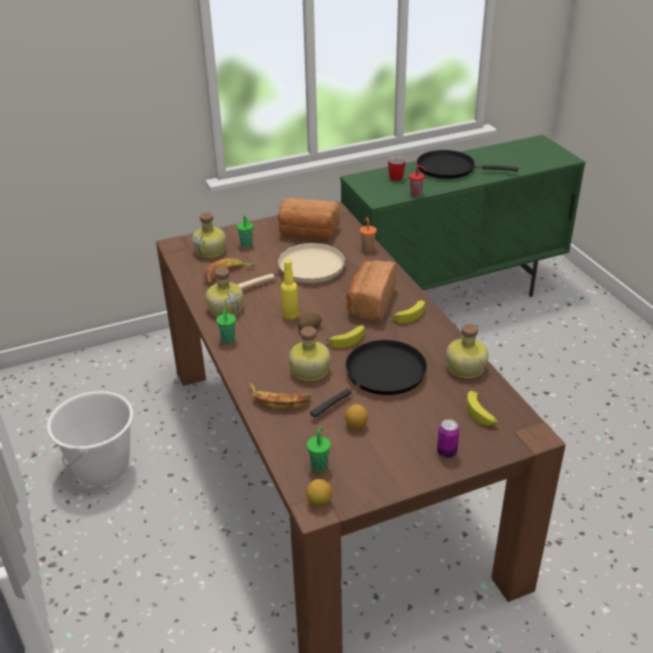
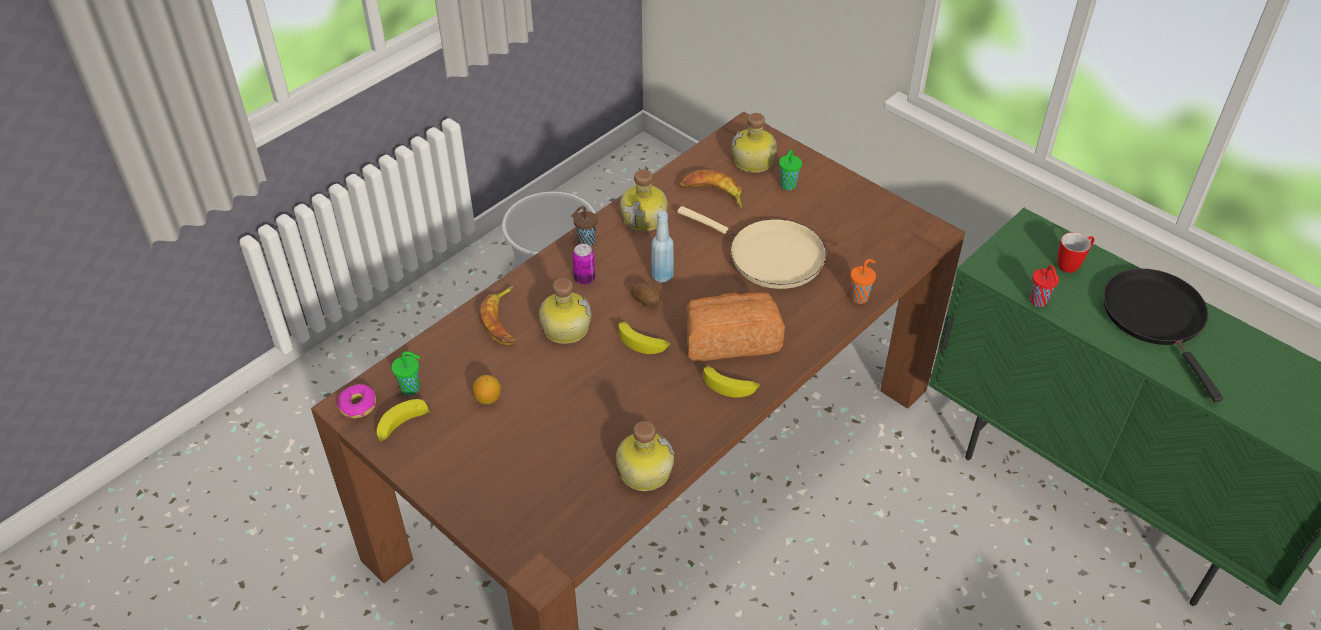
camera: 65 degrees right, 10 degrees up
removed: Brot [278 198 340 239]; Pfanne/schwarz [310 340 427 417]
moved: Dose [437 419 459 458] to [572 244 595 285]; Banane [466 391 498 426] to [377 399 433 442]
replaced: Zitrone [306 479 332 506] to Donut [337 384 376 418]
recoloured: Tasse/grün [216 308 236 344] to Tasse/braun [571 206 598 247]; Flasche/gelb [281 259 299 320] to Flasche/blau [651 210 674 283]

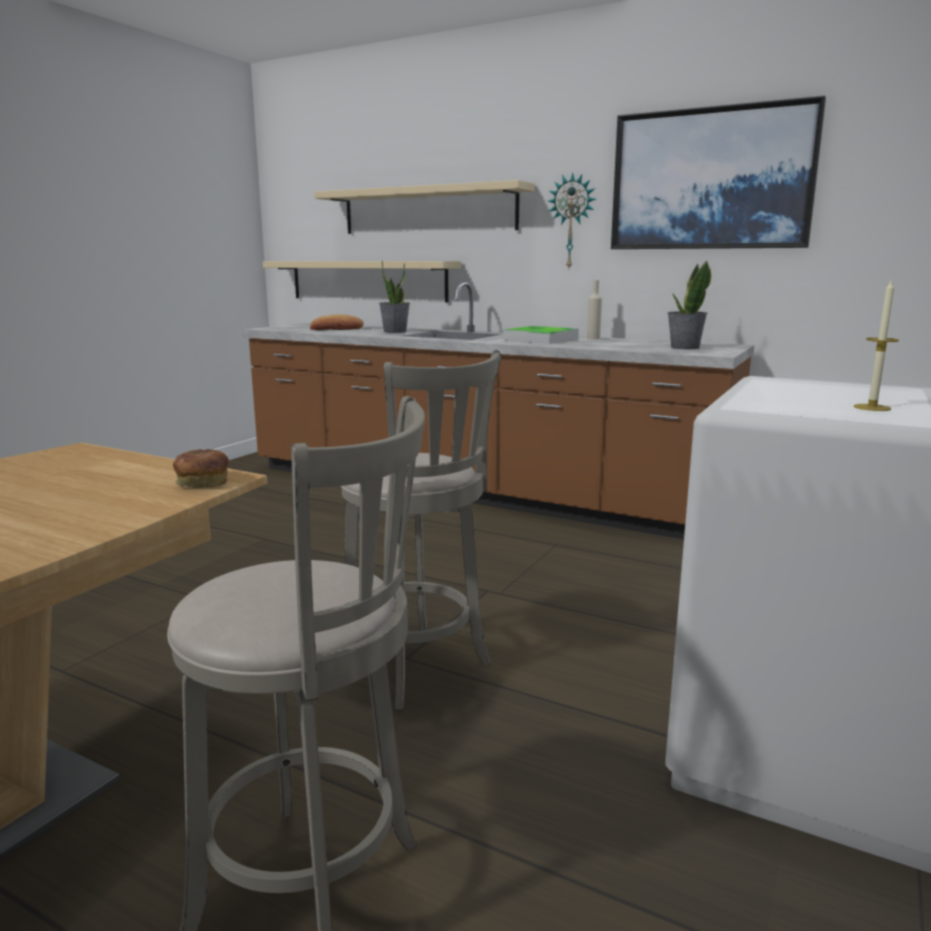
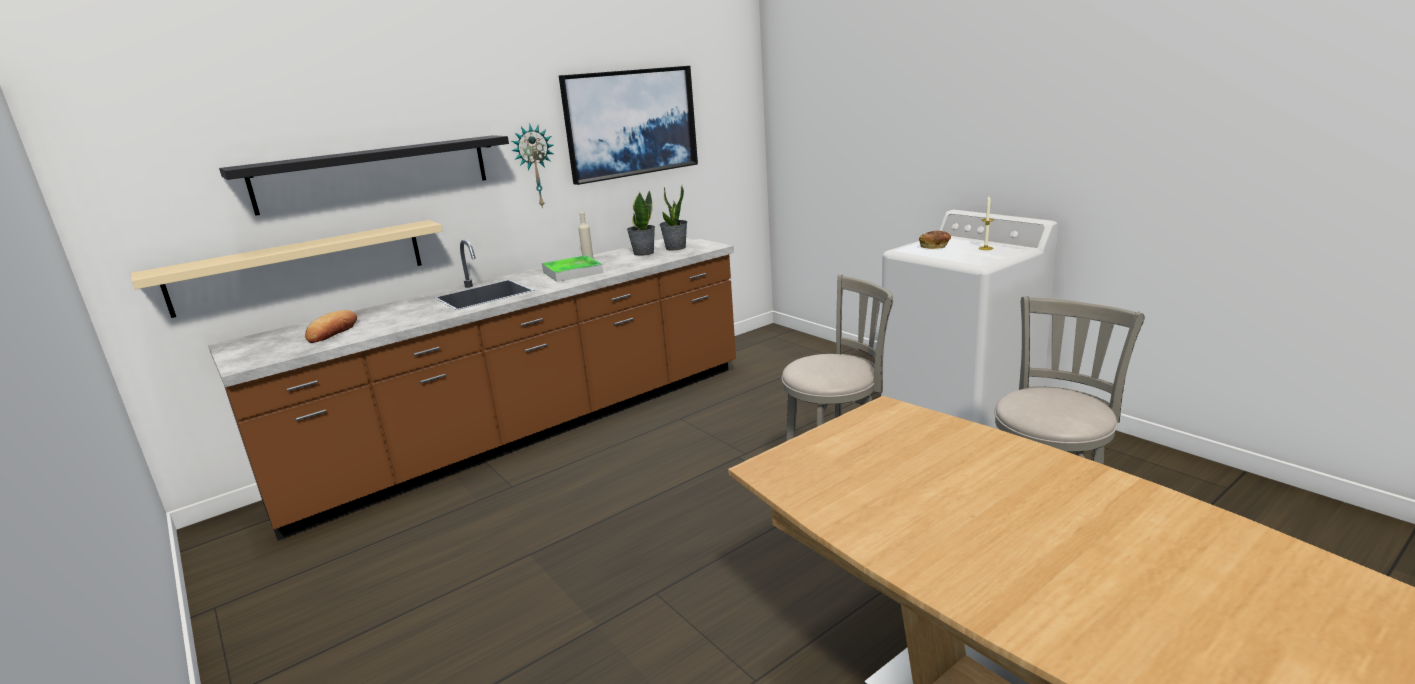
camera: 65 degrees left, 5 degrees up
moved: Brot [173 449 229 488] to [919 231 951 249]; Topfpflanze [379 261 410 333] to [627 191 655 256]
recoloured: Wandregal/beige [314 180 535 234] to Wandregal/schwarz [219 135 509 216]

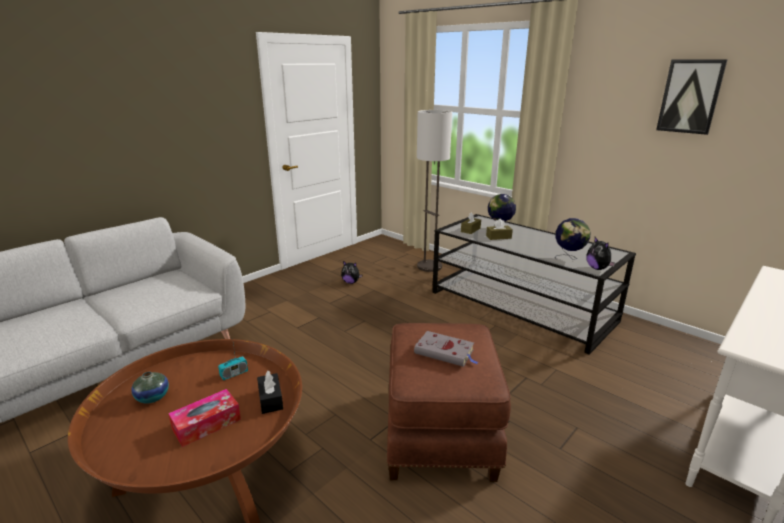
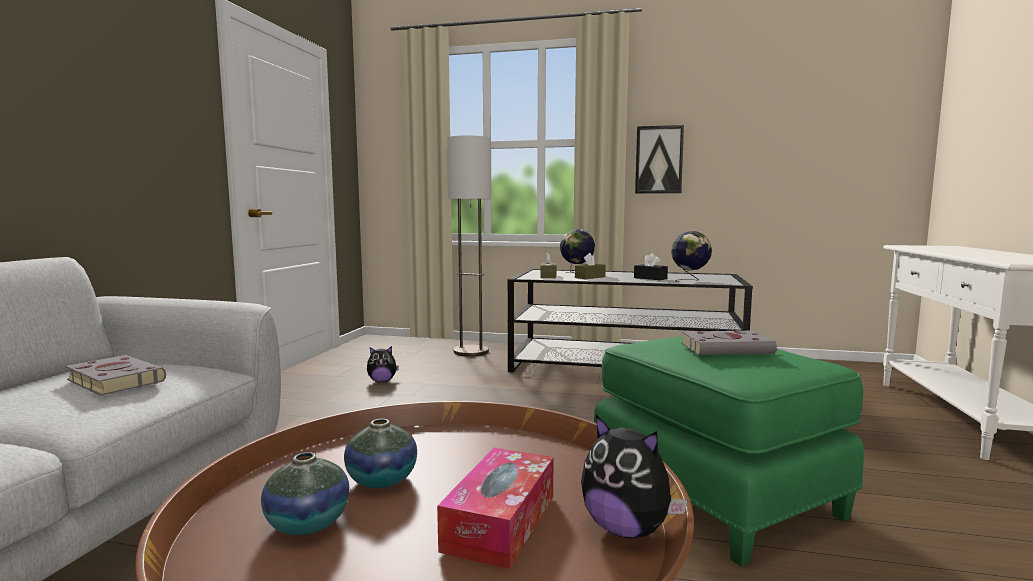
camera: 30 degrees left, 15 degrees down
removed: Radio [218 339 248 380]
added: Buch/grau [65 355 166 396]; Vase [344 419 417 488]
moved: Taschentuchbox/schwarz [257 371 283 414] to [634 253 668 280]; Plüschtier [586 237 615 270] to [581 415 687 538]; Bild [656 60 727 135] to [635 125 684 194]
recoloured: Polsterhocker/braun [386 323 511 482] to Polsterhocker/grün [594 336 864 567]

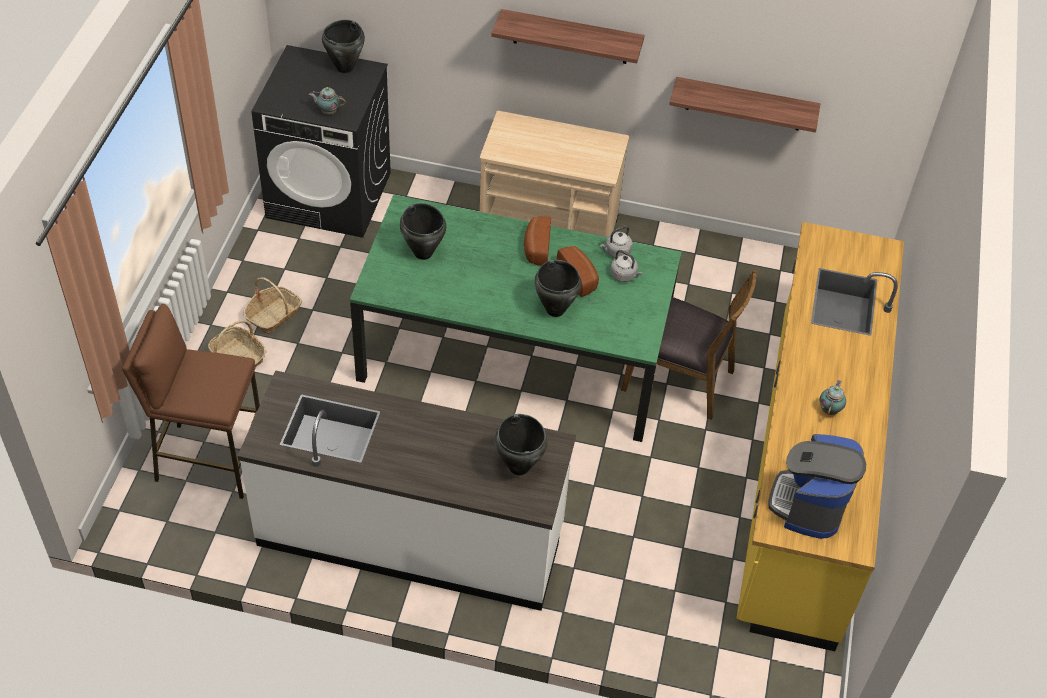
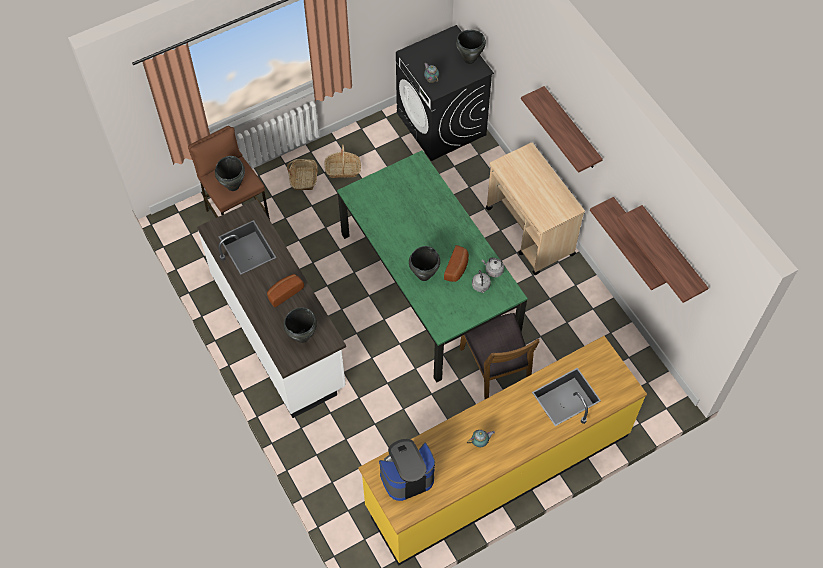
camera: 50 degrees right, 10 degrees up
added: Wandregal [618 205 708 303]
moved: Kochtopf/schwarz [400 203 446 260] to [215 156 245 191]; Brot [524 216 551 266] to [267 274 304 307]

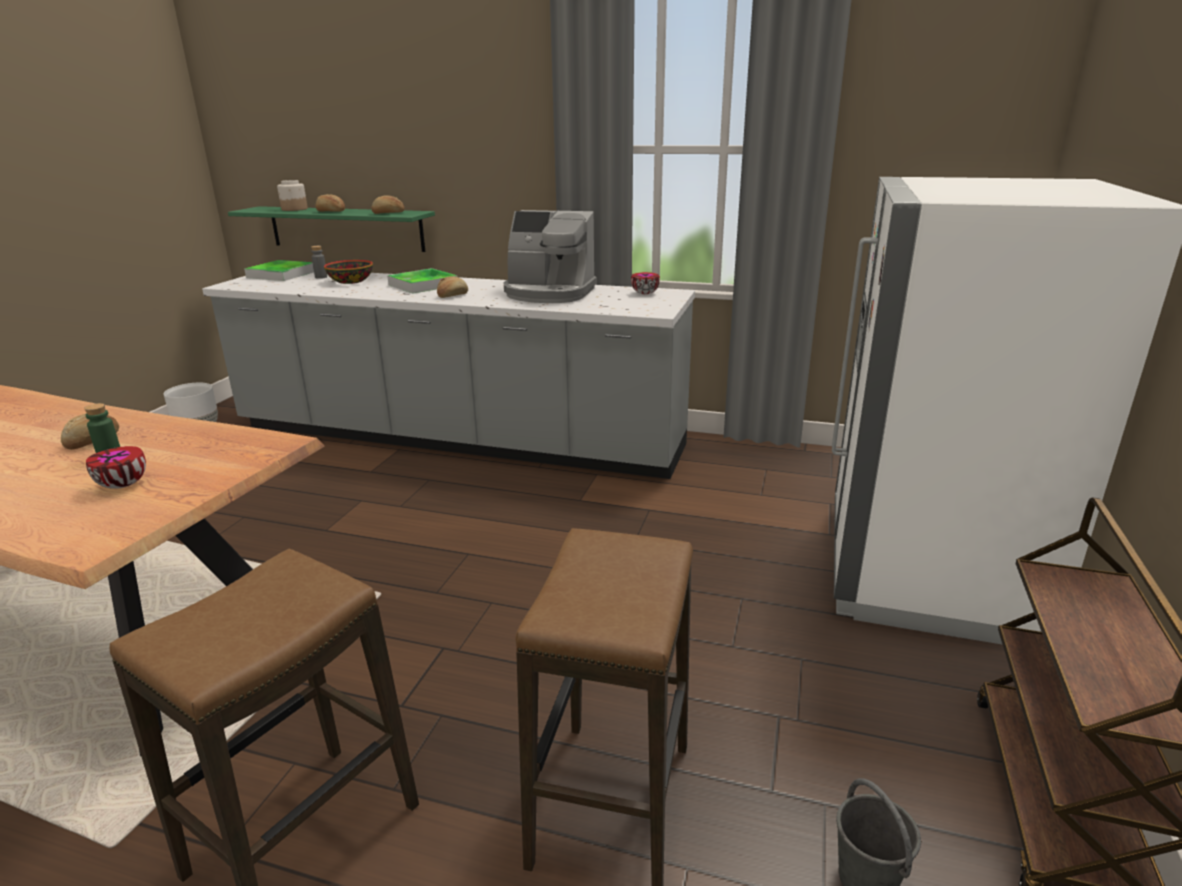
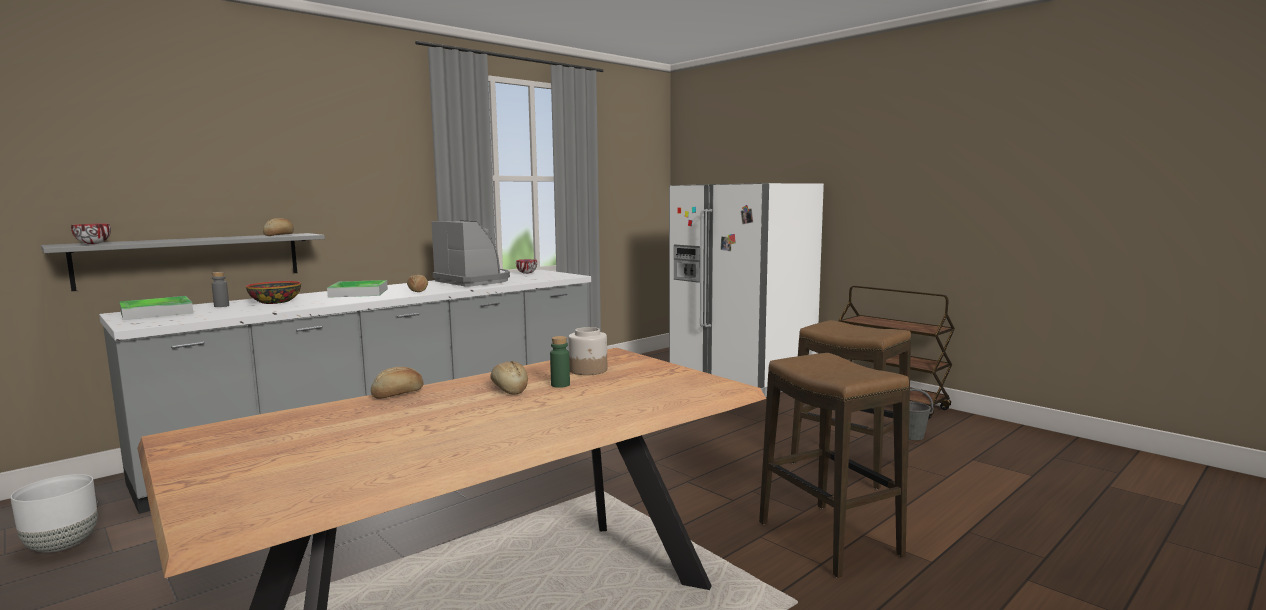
camera: 60 degrees left, 15 degrees down
moved: Schüssel [86 446 146 489] to [71 223 111 244]; Vorratsglas [277 180 308 211] to [568 327 607 375]; Brot [316 194 345 212] to [371 367 424 399]
recoloured: Wandregal/grün [228 206 435 252] to Wandregal/grau [41 233 325 291]
turned: Kaffeemaschine [504 210 597 303] = [431 220 510 286] 90 degrees counterclockwise

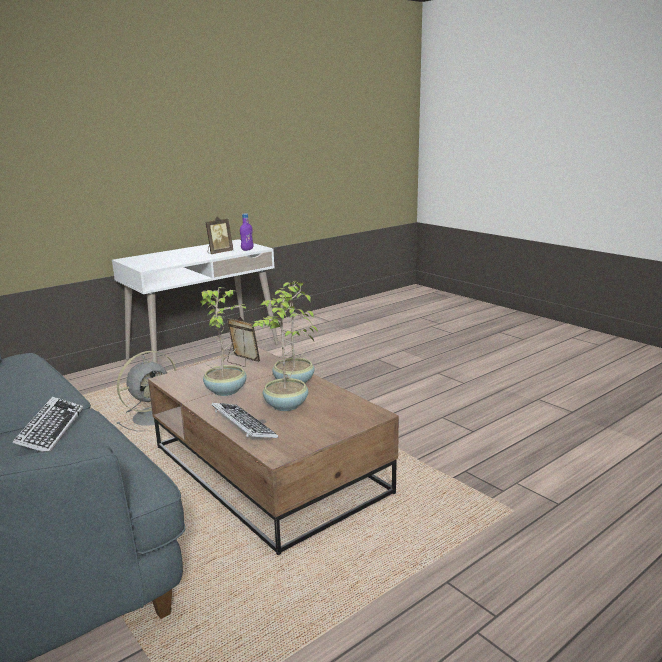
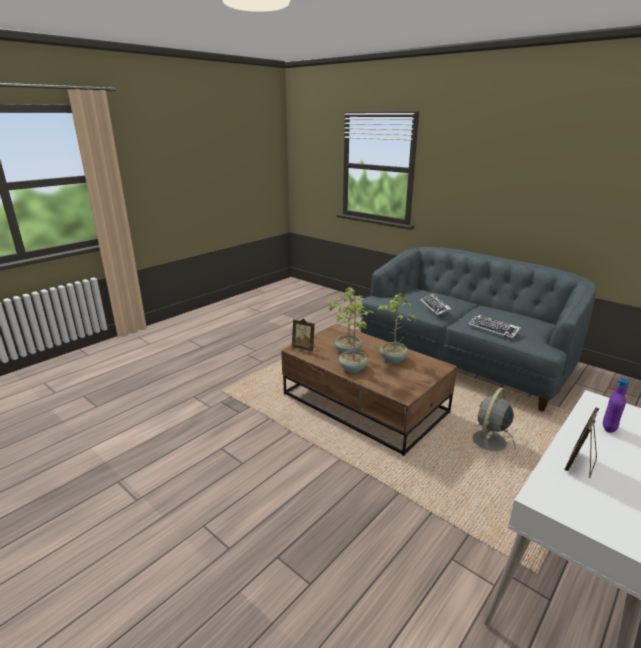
camera: 170 degrees right, 5 degrees up
moved: Tastatur [212 403 278 438] to [468 314 521 339]; Bilderrahmen [227 317 260 367] to [292 318 315 352]; Flasche/lila [240 213 253 251] to [603 378 629 433]

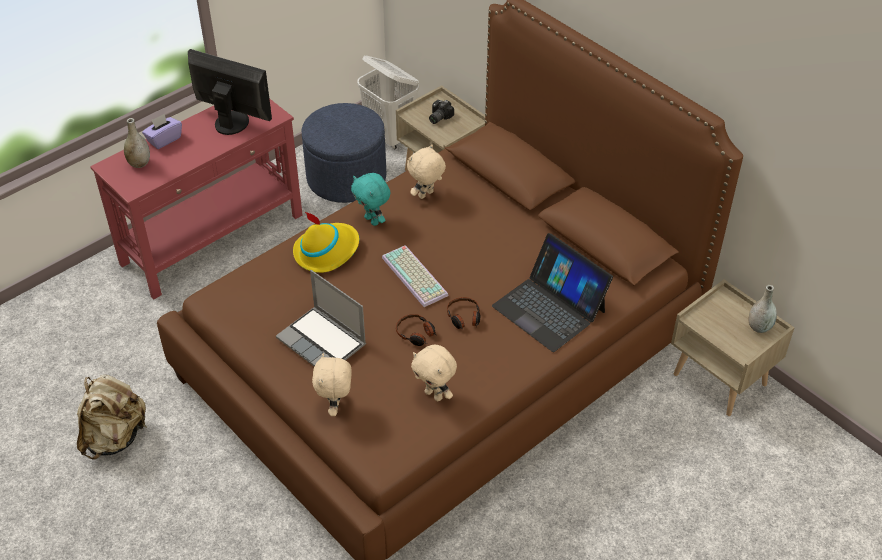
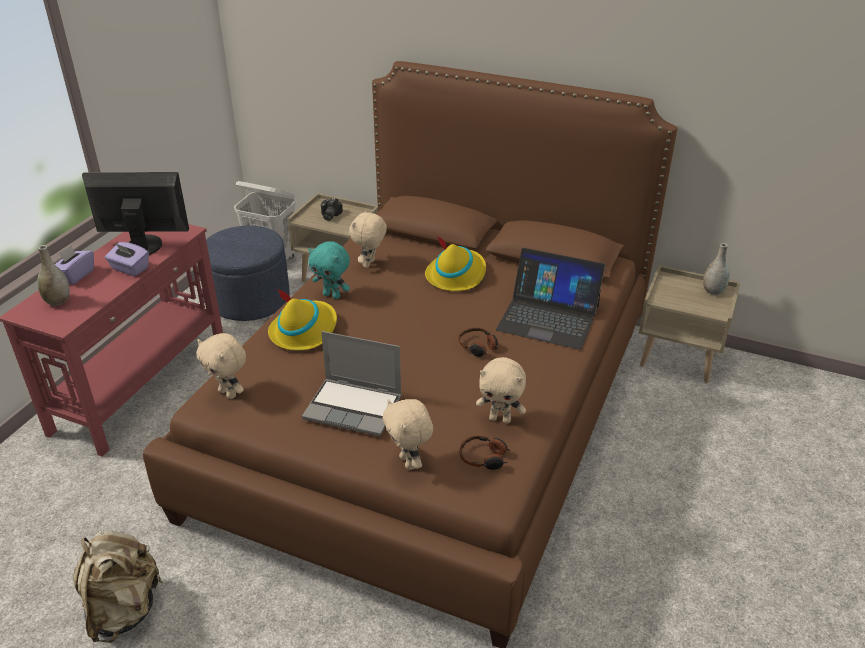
camera: 25 degrees left, 10 degrees down
removed: Tastatur [382 245 449 307]
added: Taschentuchbox/lila [105 242 149 276]; Plüschtier/beige [196 333 246 399]; Hut/gelb [425 235 486 291]
moved: Kopfhörer [396 314 437 346] to [460 436 511 470]

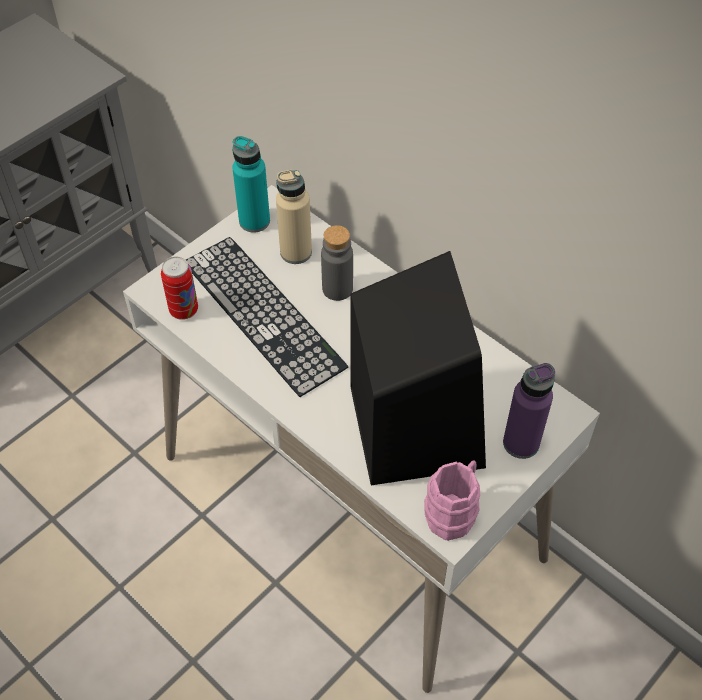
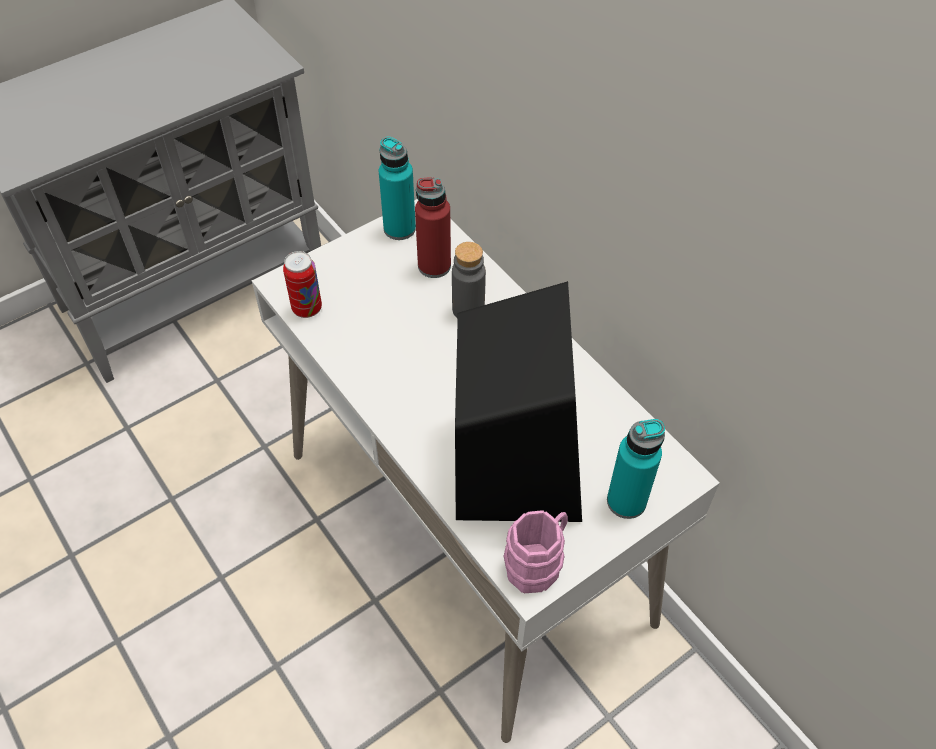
camera: 10 degrees right, 0 degrees up
removed: Tastatur [186 237 348 397]
recoloured: Flasche/beige [276 170 312 264] to Flasche/rot [415 178 451 278]; Flasche/lila [503 363 555 459] to Flasche/türkis [607 419 665 519]

